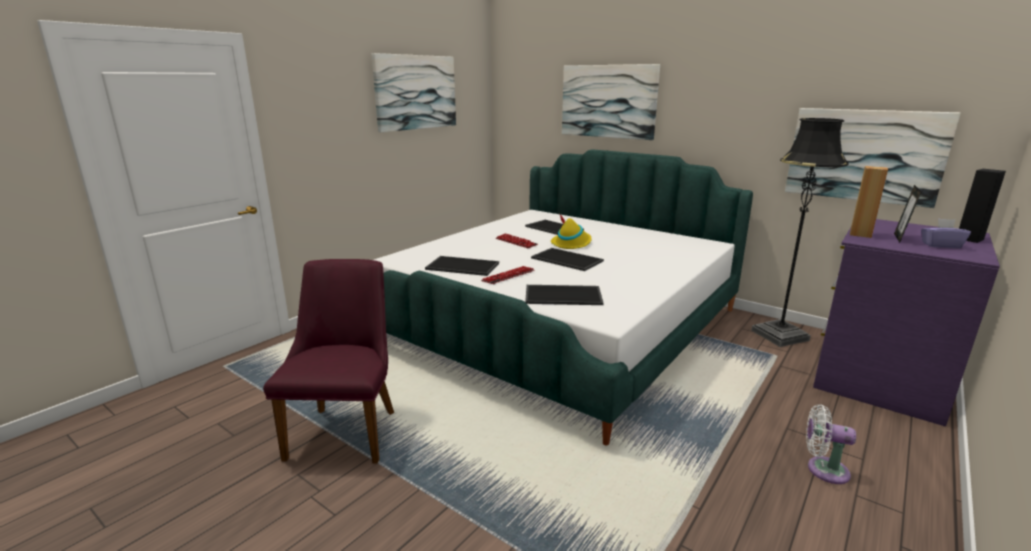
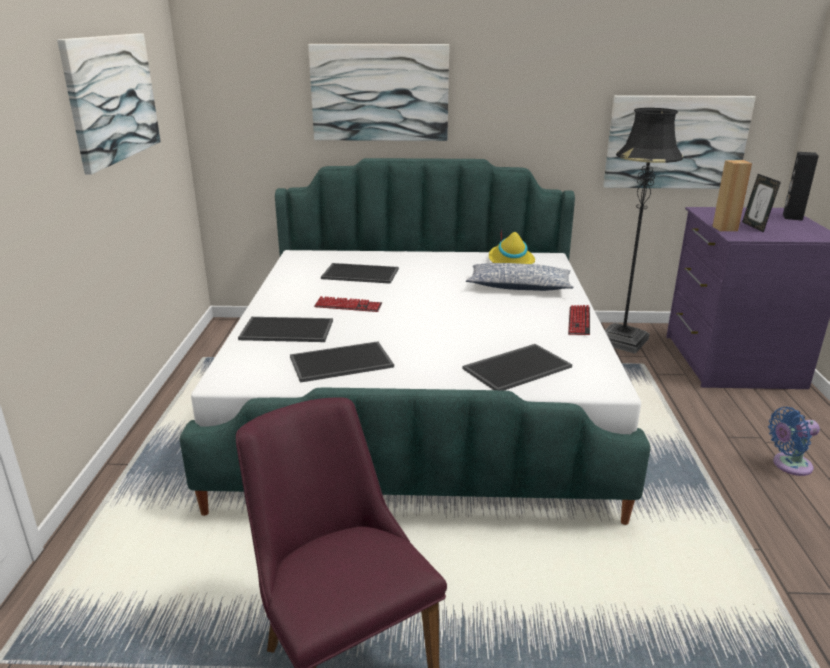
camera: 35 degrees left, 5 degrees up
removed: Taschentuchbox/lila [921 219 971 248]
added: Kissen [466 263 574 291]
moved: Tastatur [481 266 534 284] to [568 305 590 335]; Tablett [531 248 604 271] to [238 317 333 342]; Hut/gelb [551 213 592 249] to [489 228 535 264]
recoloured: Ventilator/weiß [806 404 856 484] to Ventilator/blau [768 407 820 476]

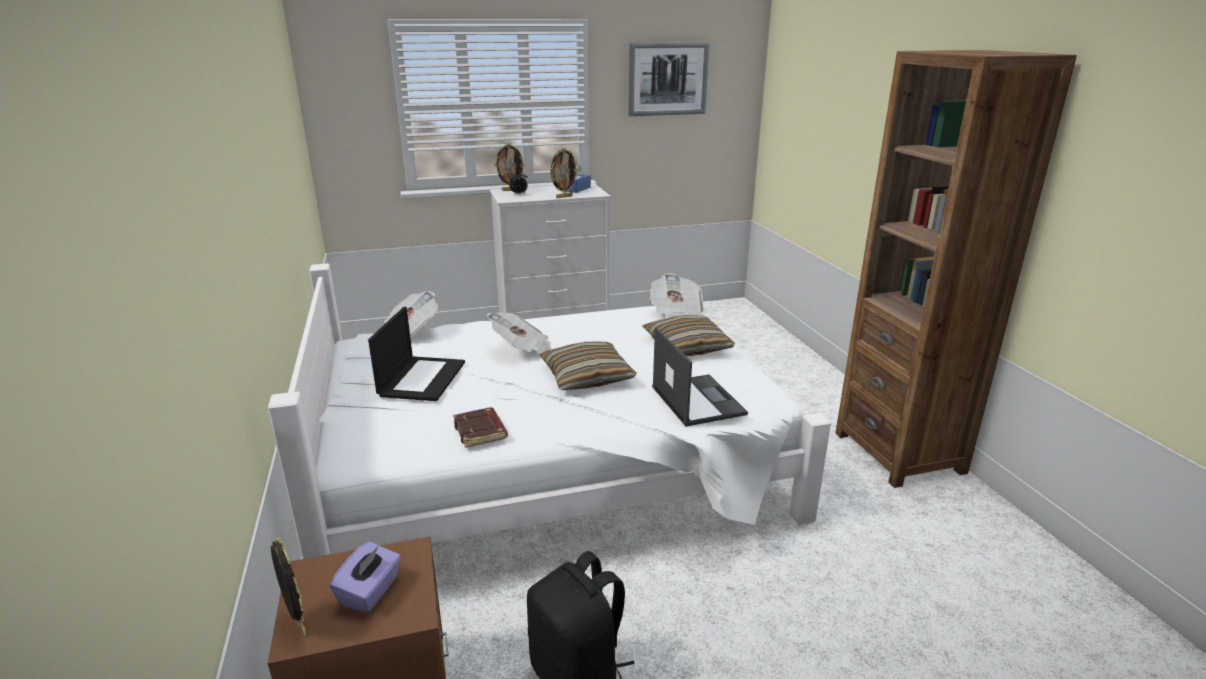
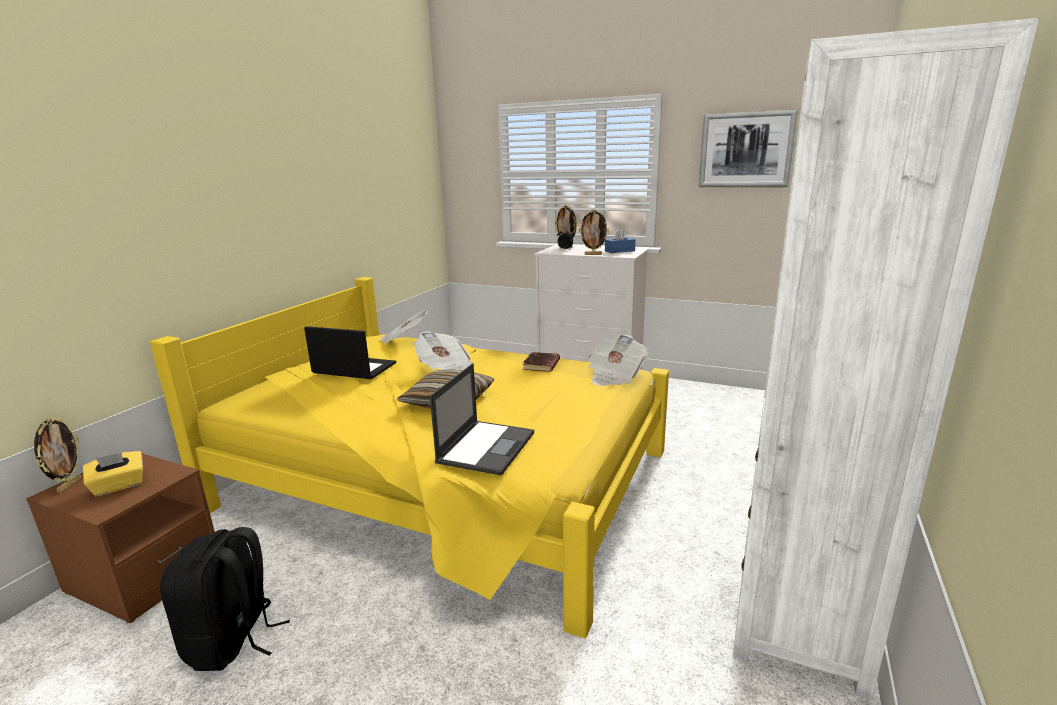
camera: 40 degrees right, 5 degrees down
removed: Kissen [642 315 735 356]
moved: Buch/braun [453 407 508 448] to [522 352 560 372]
recoloured: Bett/weiß [268 263 831 559] to Bett/gelb [150 277 669 638]; Taschentuchbox/lila [330 541 401 612] to Taschentuchbox/gelb [83 451 143 496]; Bücherregal/braun [835 50 1077 488] to Bücherregal/weiß [733 18 1039 700]
turned: Laptop [368 307 465 401] = [304 326 396 379] 120 degrees counterclockwise

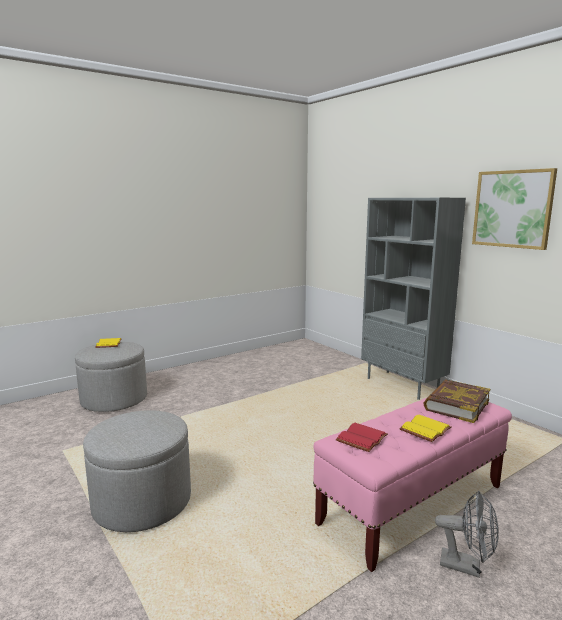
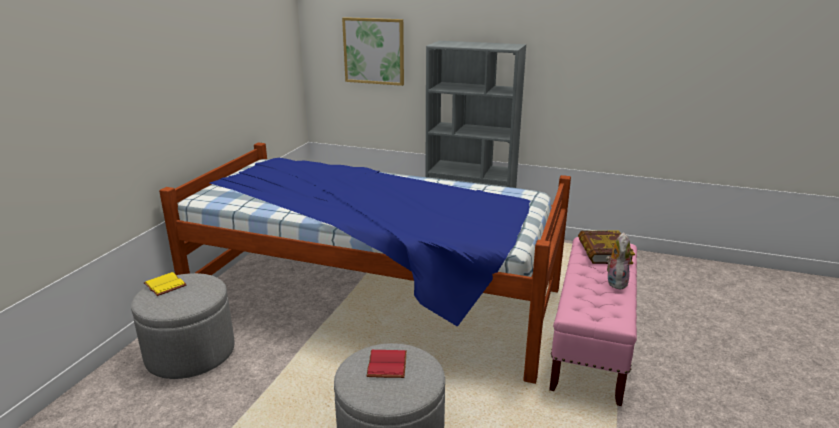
camera: 35 degrees left, 10 degrees up
removed: Ventilator/grau [435 491 499 577]
added: Bett [159 143 571 384]
moved: Buch/rot [335 423 388 452] to [367 350 407 378]; Bild [472 168 557 250] to [342 17 404 86]
replaced: Buch/gelb [400 415 452 442] to Plüschtier [606 232 630 289]

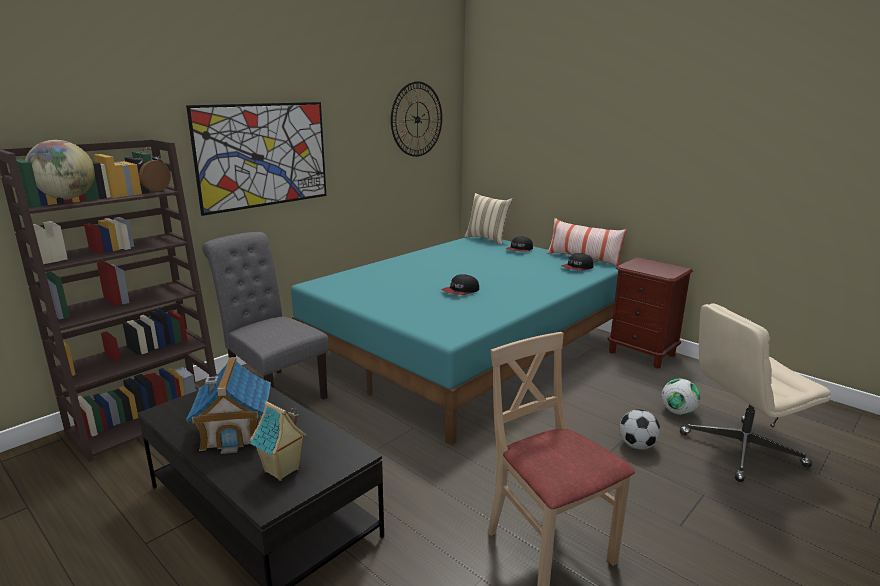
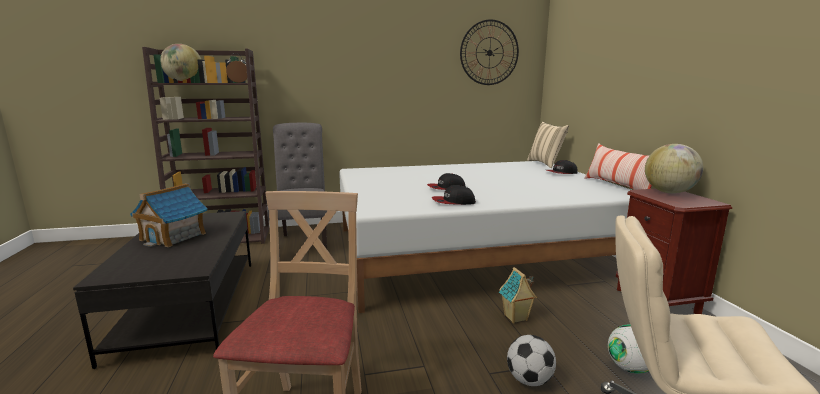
camera: 35 degrees right, 5 degrees down
removed: Bild [186 102 326 216]
added: Globus [645 144 703 194]
moved: Spielzeughaus [250 401 307 481] to [499 267 537 324]; Kappe [561 253 594 271] to [432 185 476 205]
recoloured: Bett/türkis [291 236 618 446] to Bett/weiß [339 161 631 313]

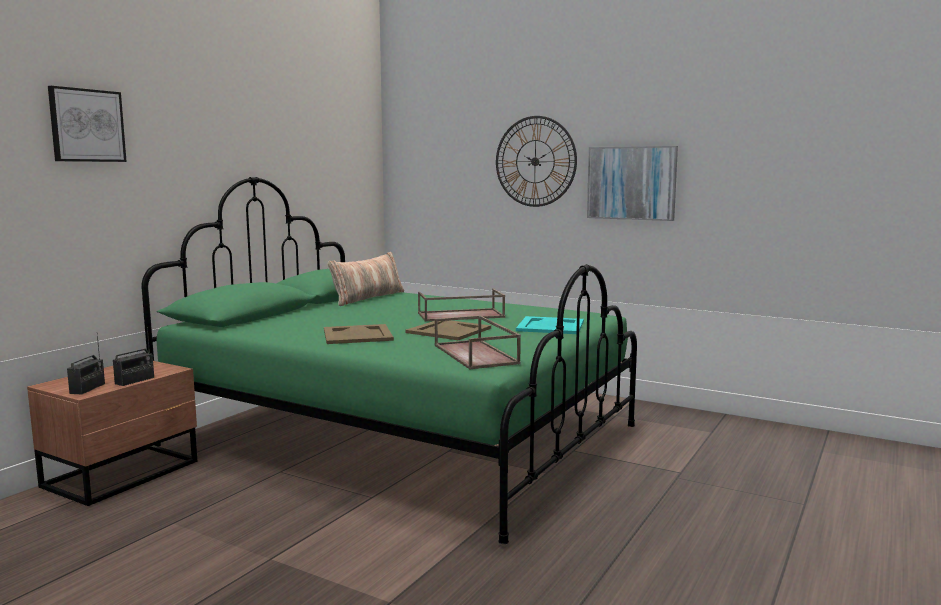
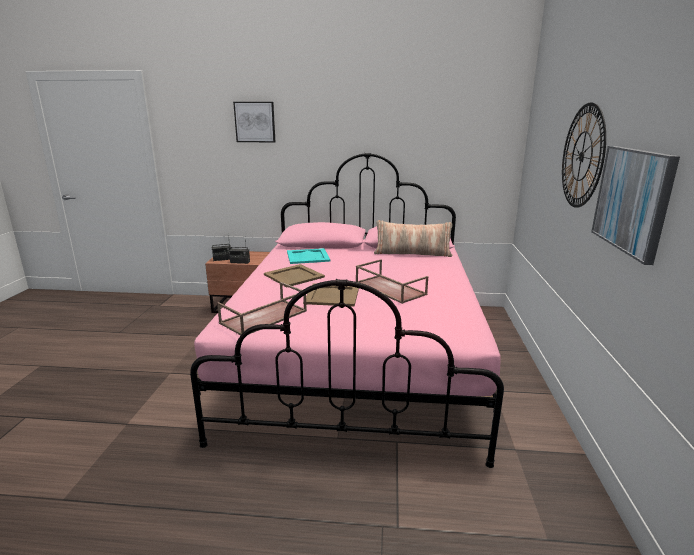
camera: 65 degrees right, 10 degrees up
moved: Tablett/türkis [516 316 584 334] to [287 248 330 264]
recoloured: Bett/grün [141 177 637 544] to Bett/rosa [190 153 504 468]

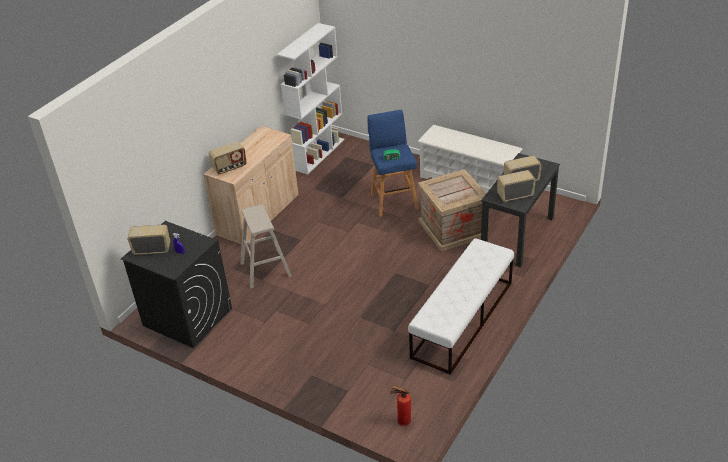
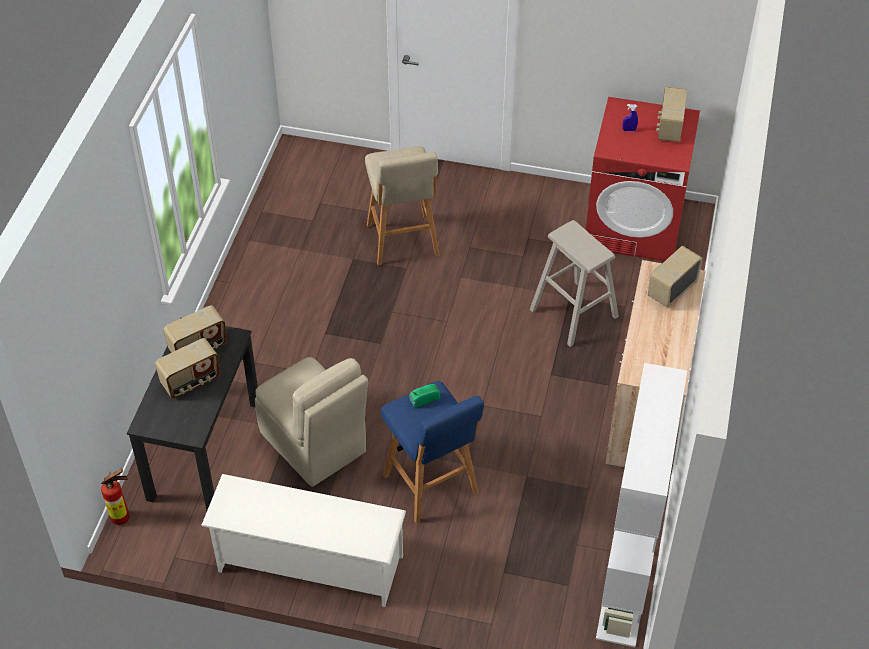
camera: 160 degrees right, 10 degrees up
removed: Bank/weiß [408 238 514 375]
added: Hocker/beige [365 146 439 265]
moved: Feuerlöscher [390 386 411 426] to [101 469 130 525]
replaced: Kiste [418 169 486 251] to Stuhl/beige [255 357 368 487]
recoloured: Waschmaschine/schwarz [121 221 232 348] to Waschmaschine/rot [586 97 700 261]
turned: Radio [128 224 170 255] = [656 87 687 142] 120 degrees clockwise

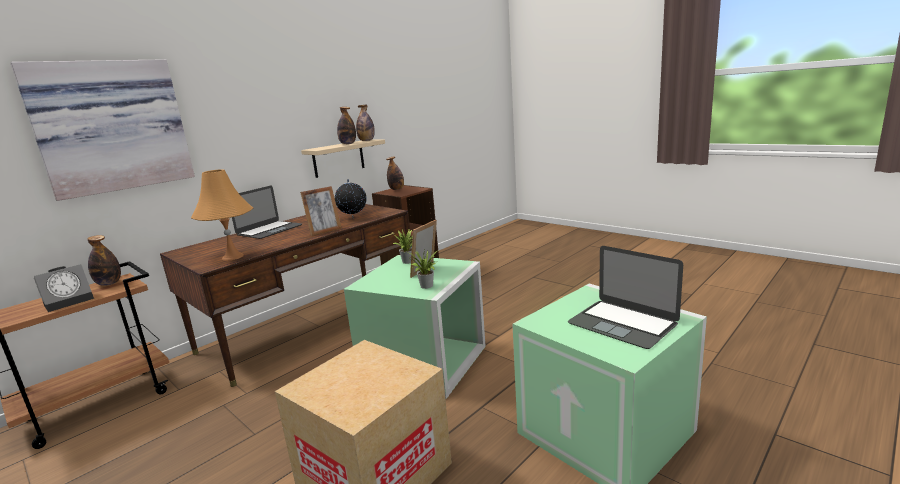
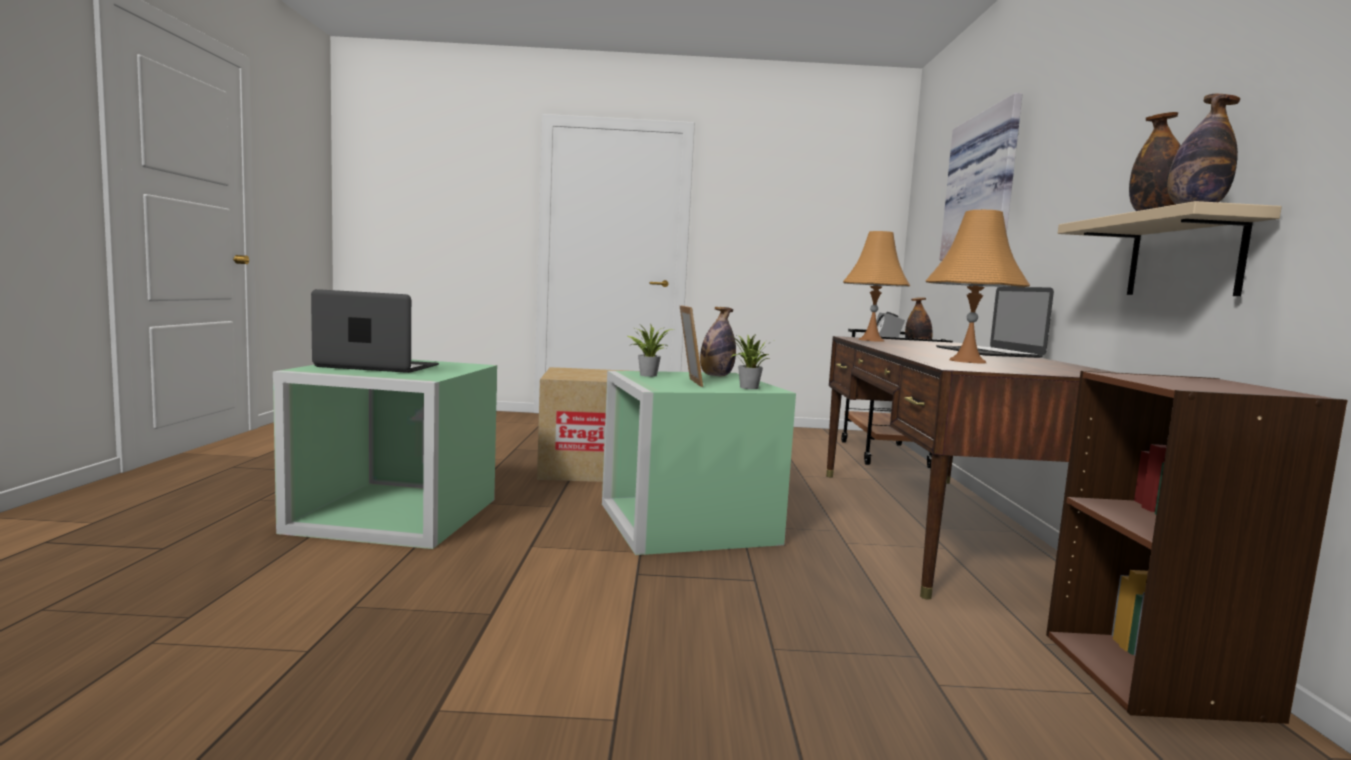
camera: 135 degrees right, 10 degrees down
removed: Bilderrahmen [300 186 342 236]
moved: Flasche [386 156 404 190] to [700 307 736 376]
replaced: Globus [335 179 367 218] to Tischlampe/orange [926 210 1030 364]

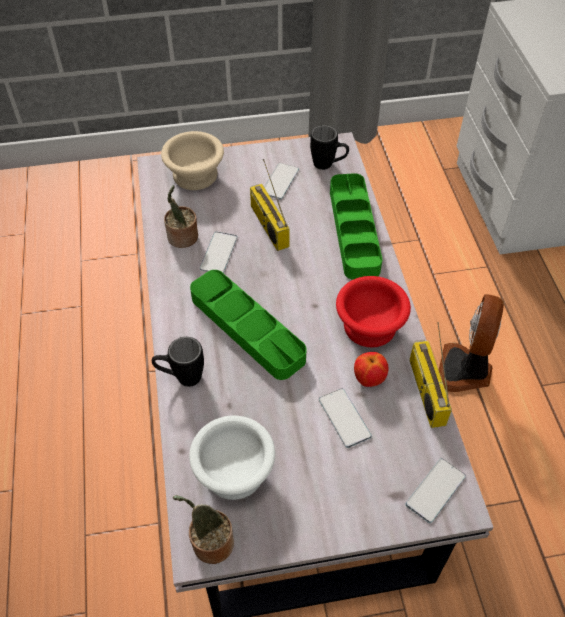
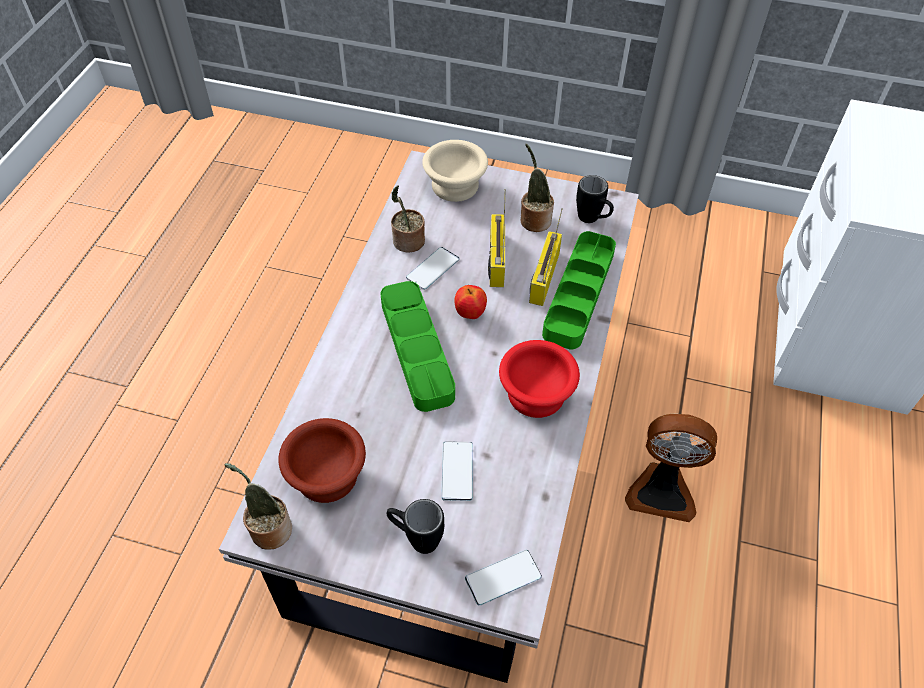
camera: 25 degrees right, 0 degrees up
moved: Henkelbecher/schwarz [152 337 204 387] to [386 499 444 554]; Apfel [354 352 388 387] to [454 285 487 319]; Radio [410 322 452 428] to [529 208 563 306]
replaced: Handy [264 163 299 199] to Topfpflanze [521 144 554 232]
recoloured: Schüssel/weiß [189 416 275 500] to Schüssel/braun [278 418 366 503]
turned: Ventilator [439 294 504 392] = [625 414 717 522] 120 degrees counterclockwise

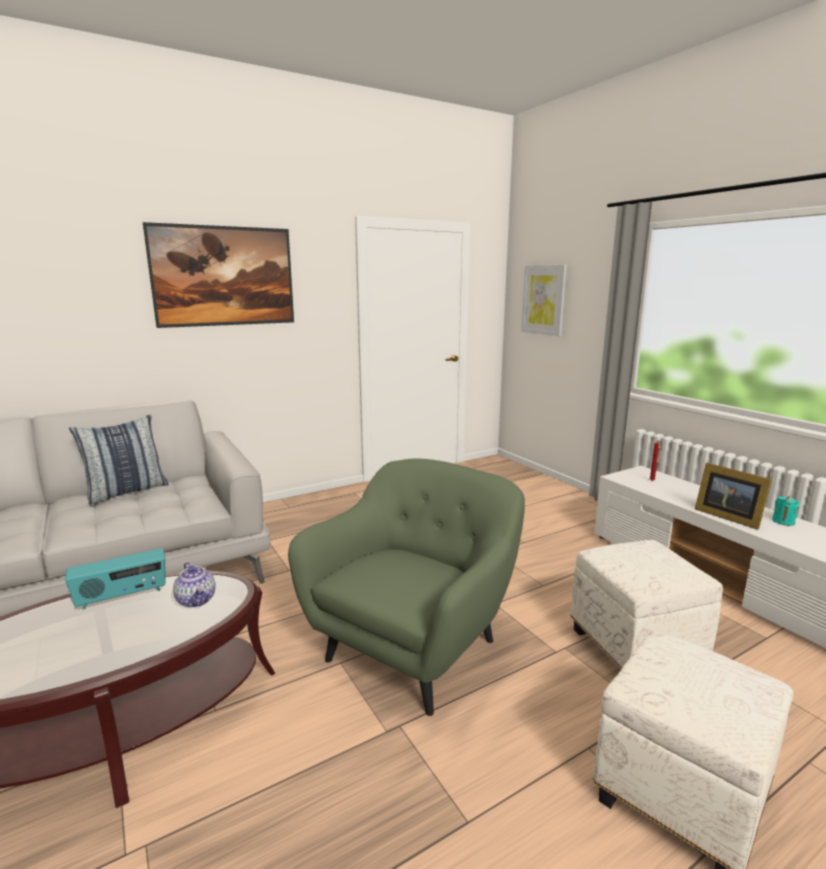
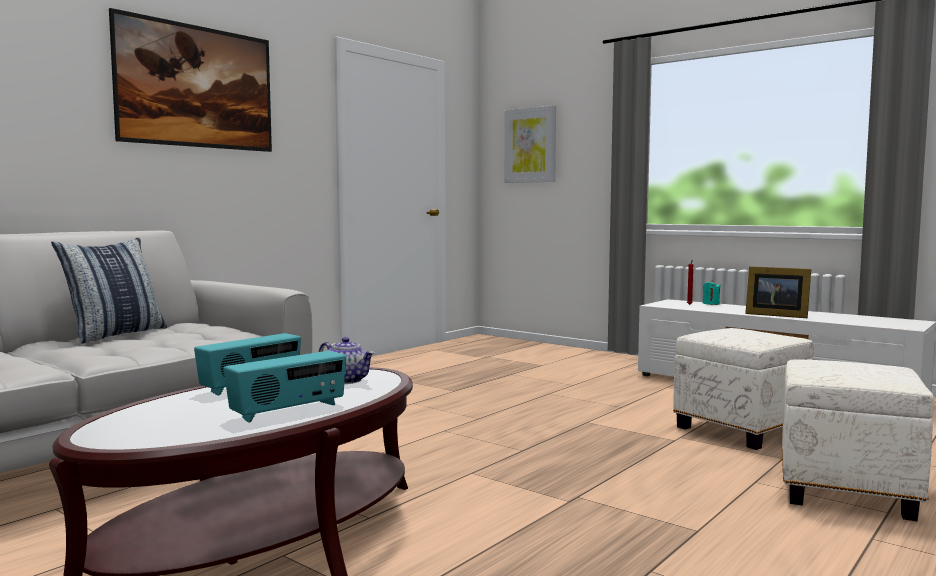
camera: 20 degrees left, 10 degrees down
removed: Sessel/grün [288 459 525 716]
added: Radio [224 351 346 423]
moved: Kerze/türkis [772 496 800 526] to [703 280 721 305]

